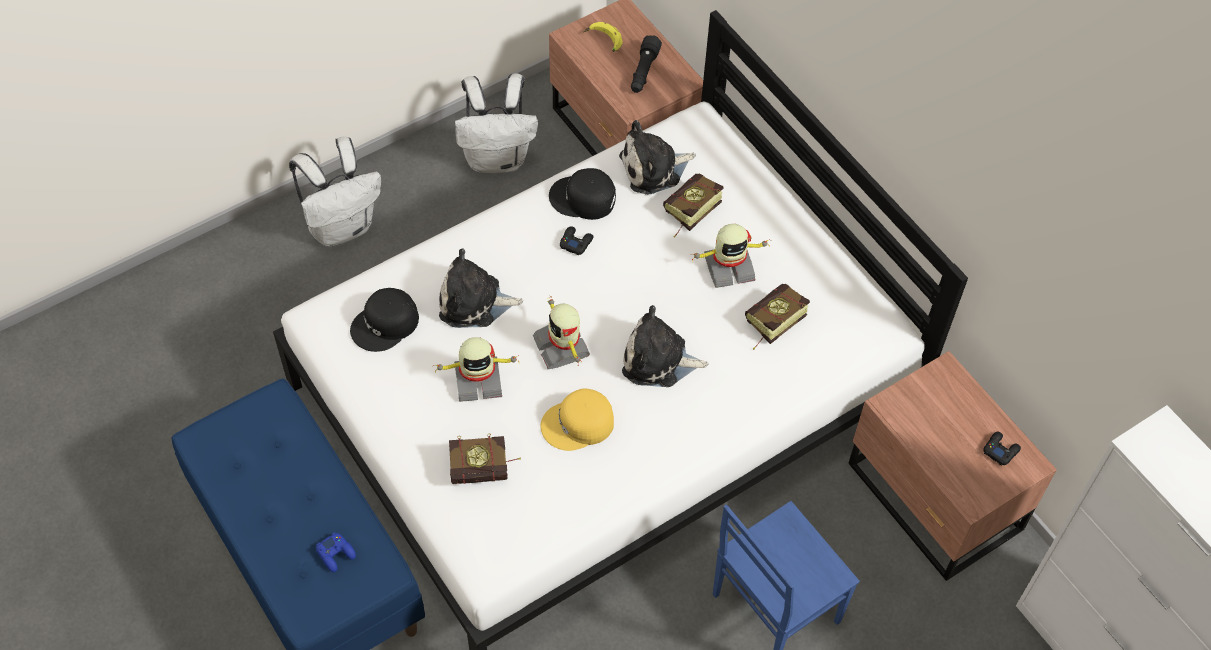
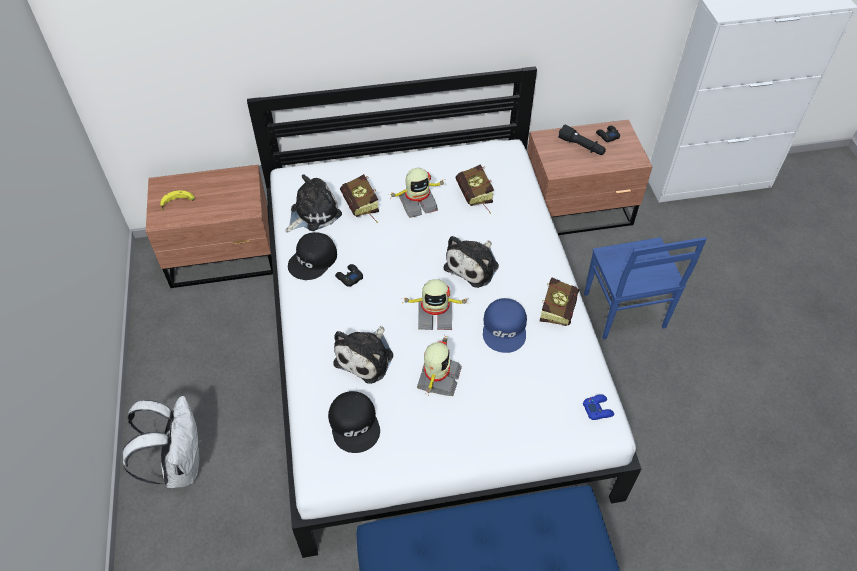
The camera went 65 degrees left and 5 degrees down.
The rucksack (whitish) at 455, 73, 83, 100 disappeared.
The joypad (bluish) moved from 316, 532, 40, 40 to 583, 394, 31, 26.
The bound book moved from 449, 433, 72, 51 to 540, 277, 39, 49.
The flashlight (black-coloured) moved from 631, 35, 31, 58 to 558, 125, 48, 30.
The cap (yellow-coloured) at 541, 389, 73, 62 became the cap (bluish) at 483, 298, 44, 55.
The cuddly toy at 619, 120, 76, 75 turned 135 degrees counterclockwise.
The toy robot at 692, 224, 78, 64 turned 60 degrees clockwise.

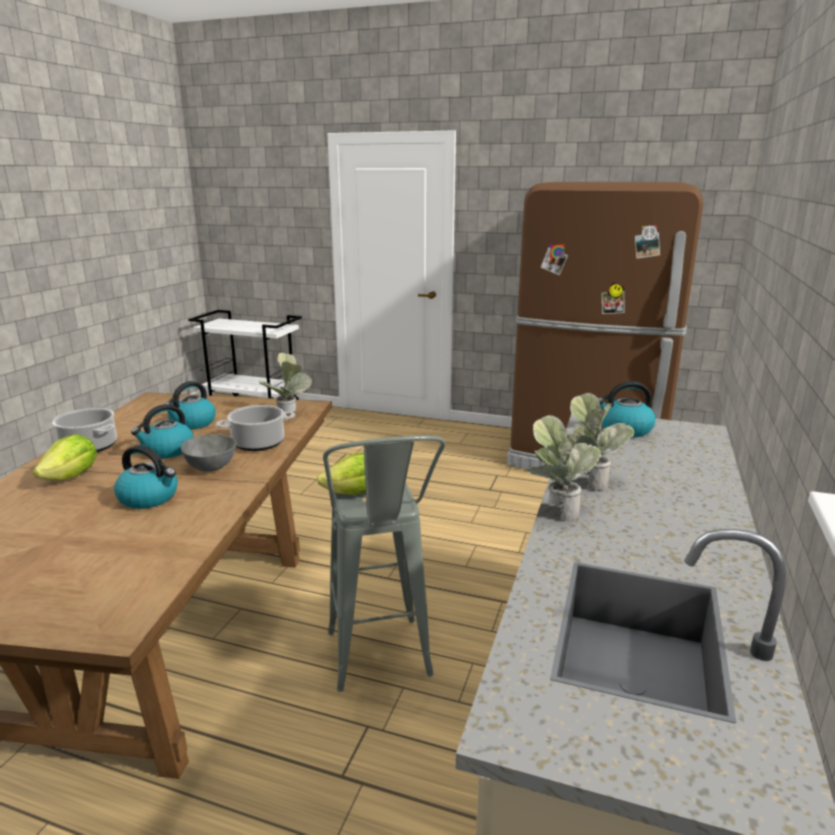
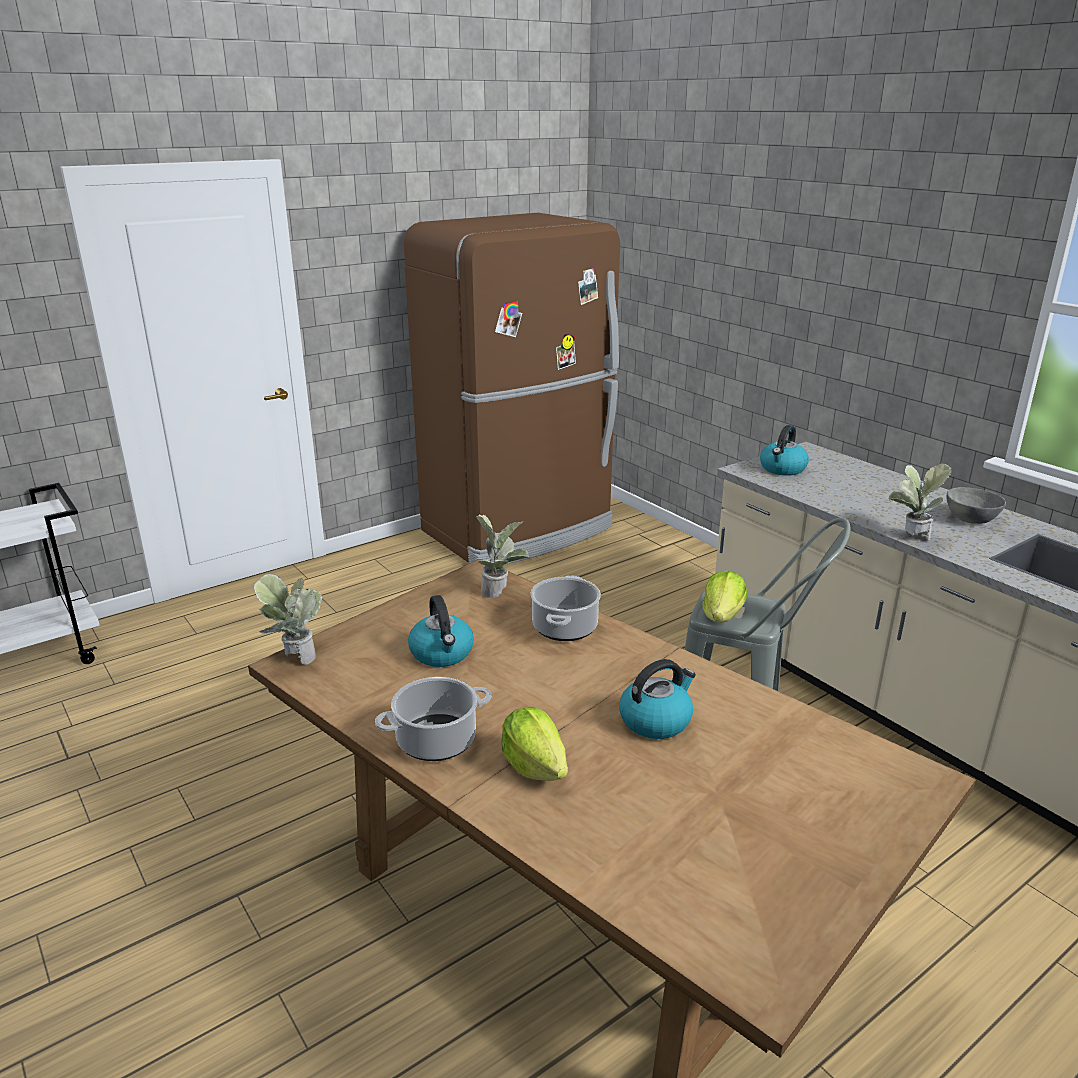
The camera went 55 degrees left and 5 degrees up.
The water kettle at 131, 404, 63, 54 disappeared.
The deep dish (gray) moved from 181, 434, 55, 38 to 947, 487, 59, 37.
The plant in a pot moved from 567, 393, 68, 97 to 254, 574, 68, 91.

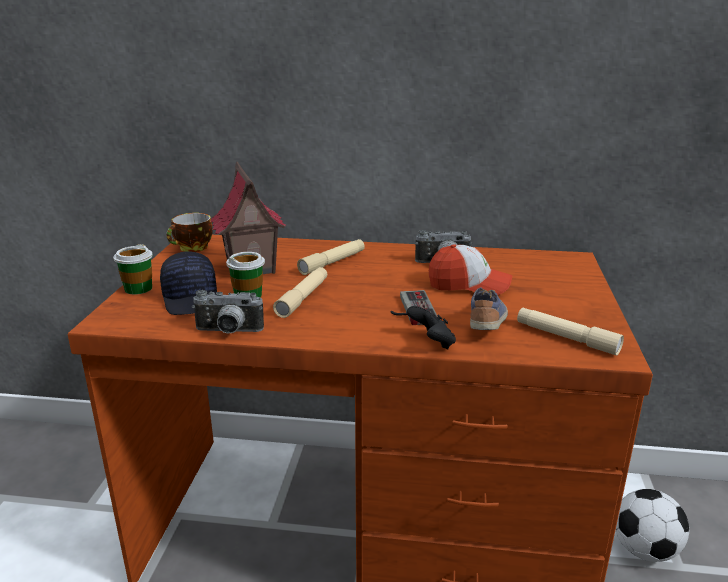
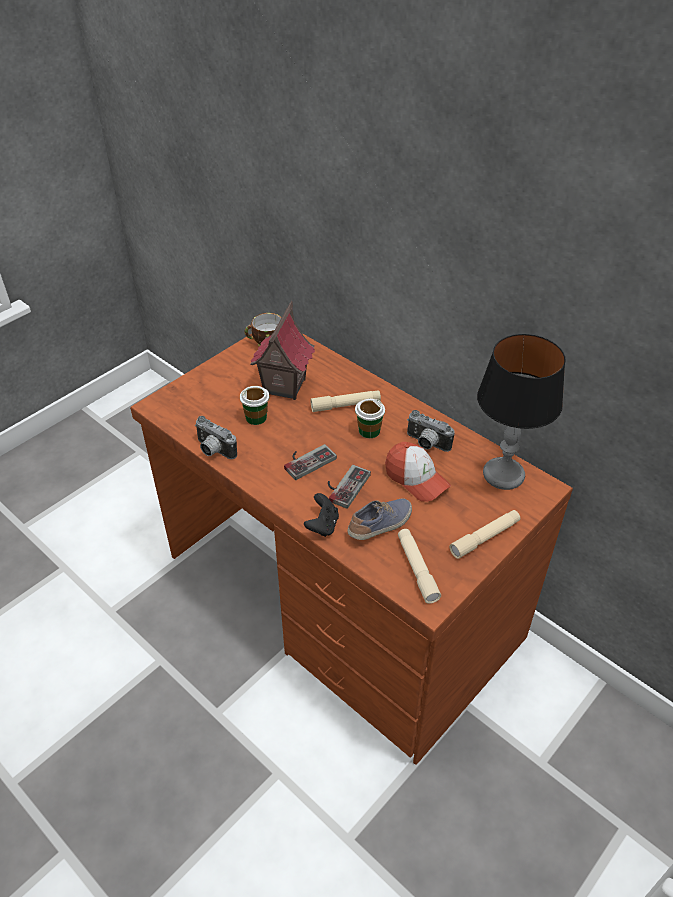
The camera went 35 degrees right and 20 degrees up.
The cap (black-coloured) at 160, 251, 57, 64 disappeared.
The football at 616, 489, 73, 73 disappeared.
The joypad at 284, 444, 53, 36 appeared.
The lamp for a table at 477, 334, 89, 156 appeared.
The drinking cup moved from 113, 244, 40, 50 to 355, 399, 30, 39.
The flashlight (beige) moved from 273, 267, 54, 51 to 450, 510, 70, 49.

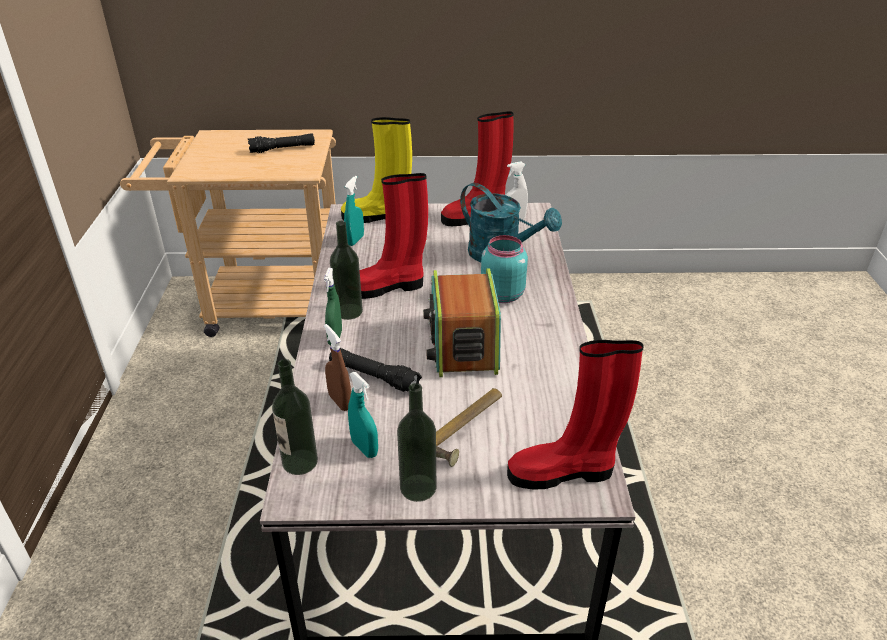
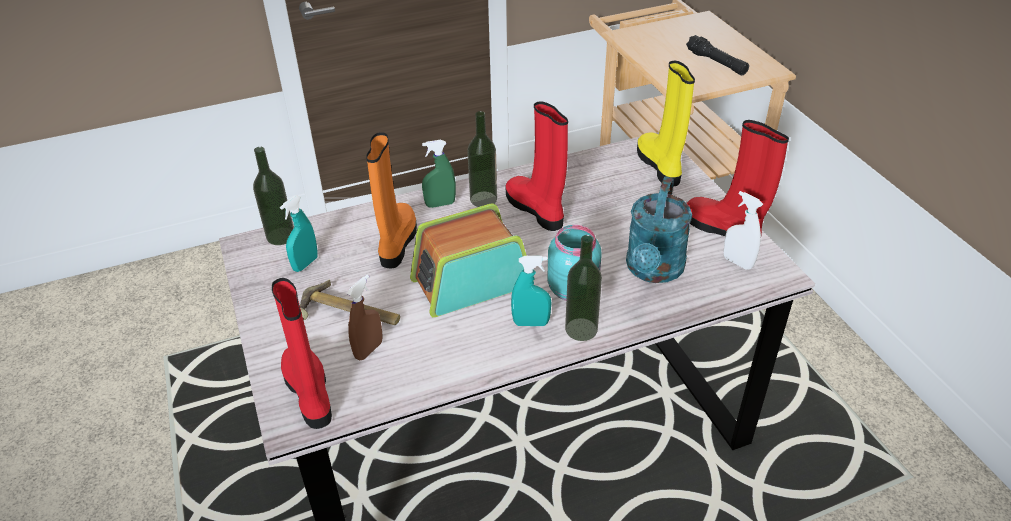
The camera went 70 degrees right and 5 degrees up.
The sprayer (brownish) moved from 324, 324, 27, 87 to 347, 275, 36, 85.
The sprayer (turquoise) moved from 344, 176, 20, 70 to 511, 256, 40, 70.
The bottle moved from 397, 383, 39, 119 to 565, 235, 37, 106.
The flashlight (black-coloured) at 329, 348, 93, 44 was replaced by the tall boot (orange-coloured) at 366, 132, 51, 136.

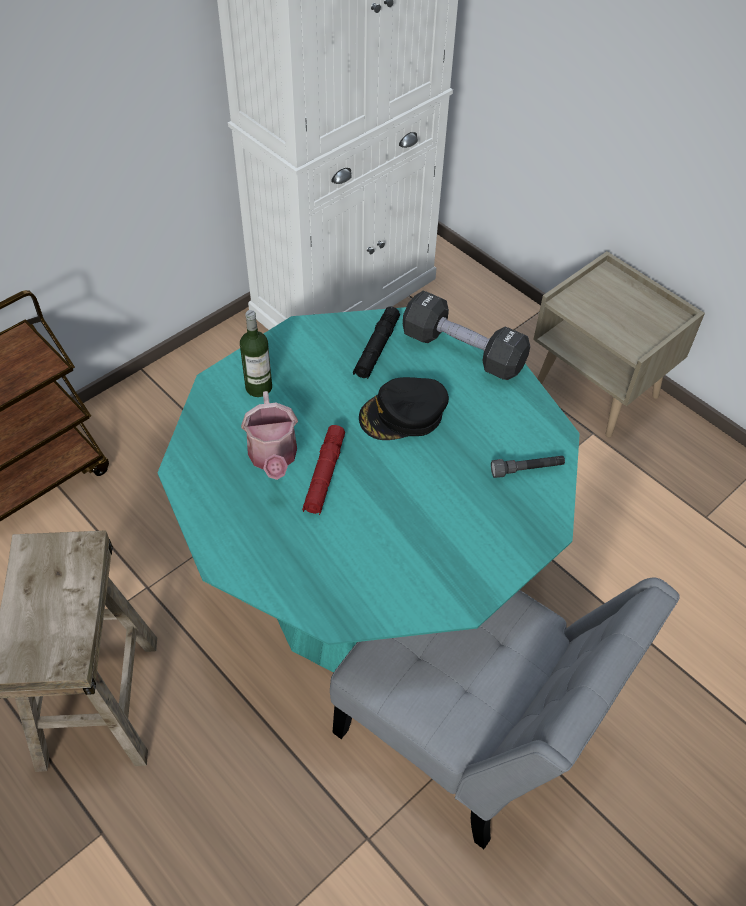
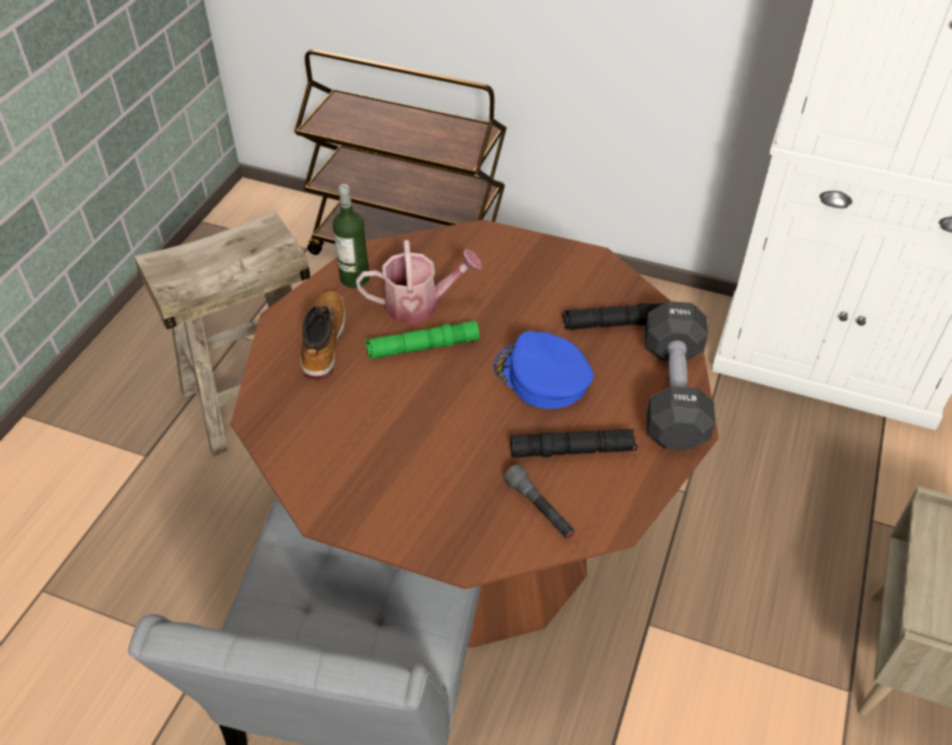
The camera went 65 degrees right and 5 degrees down.
The tall boot at 301, 291, 44, 88 appeared.
The flashlight (black-coloured) at 510, 429, 127, 29 appeared.
The bottle moved from 240, 310, 32, 87 to 333, 184, 37, 104.
The kitchen table (turquoise) at 157, 307, 423, 366 became the kitchen table (brownish) at 231, 220, 488, 428.
The flashlight (reddish) at 302, 425, 43, 90 became the flashlight (green) at 365, 321, 115, 38.
The cap (black-coloured) at 359, 377, 90, 63 became the cap (bluish) at 493, 331, 101, 78.
The sprinkling can at 241, 391, 57, 89 turned 150 degrees counterclockwise.

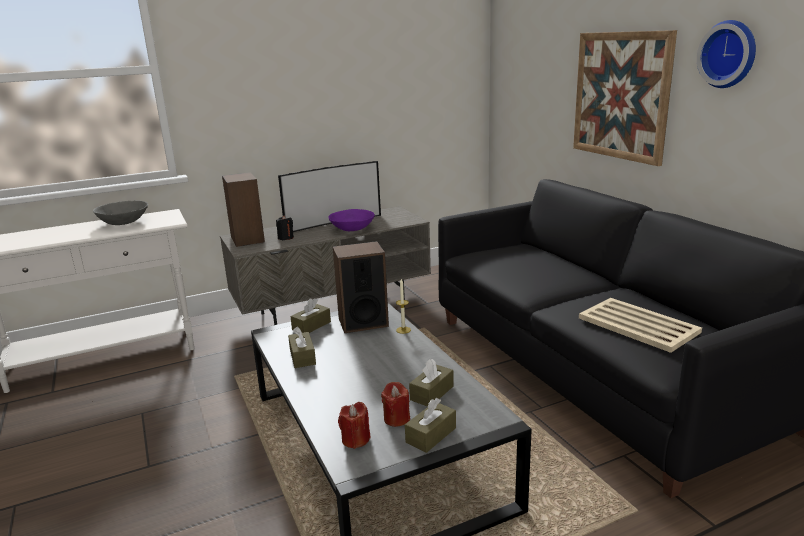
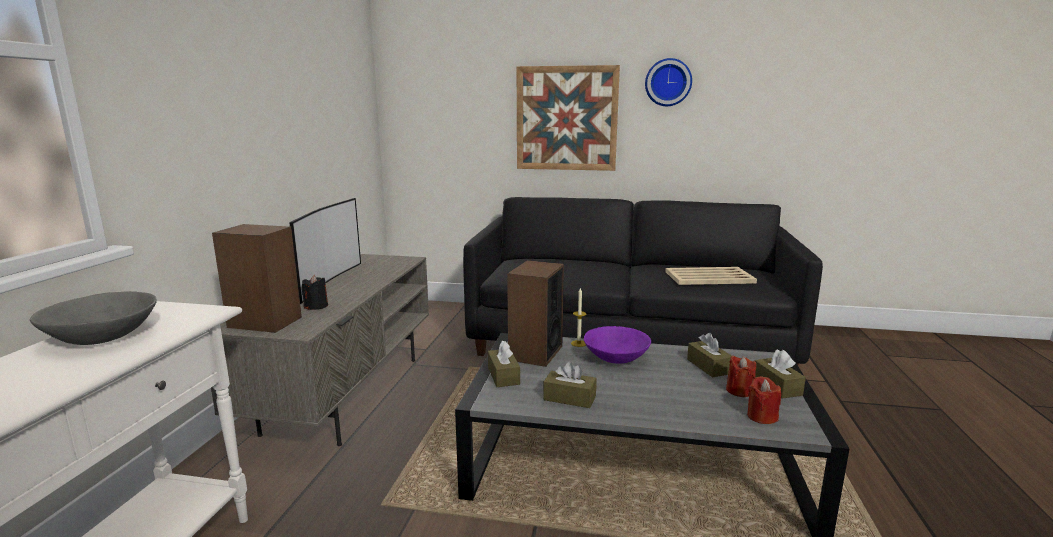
The camera went 55 degrees left and 5 degrees down.
The deep dish (purple-coloured) moved from 328, 209, 47, 22 to 584, 326, 67, 37.

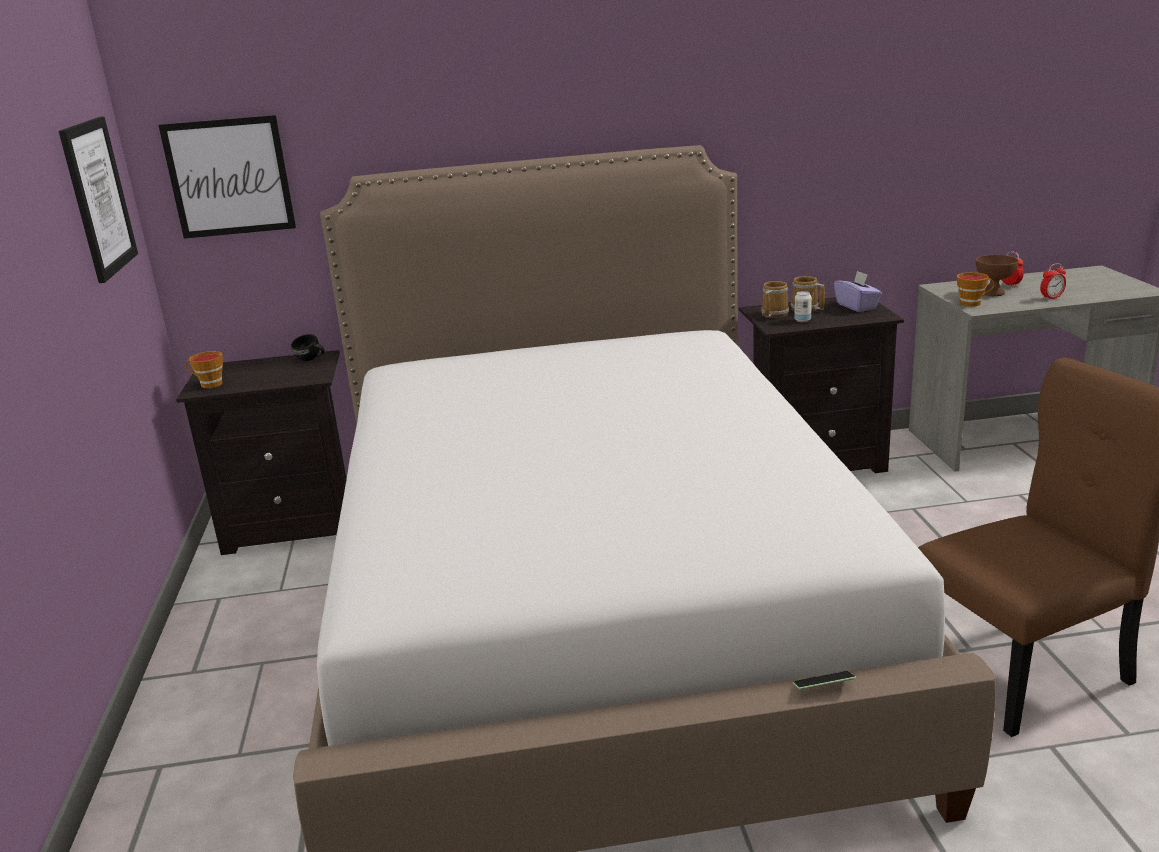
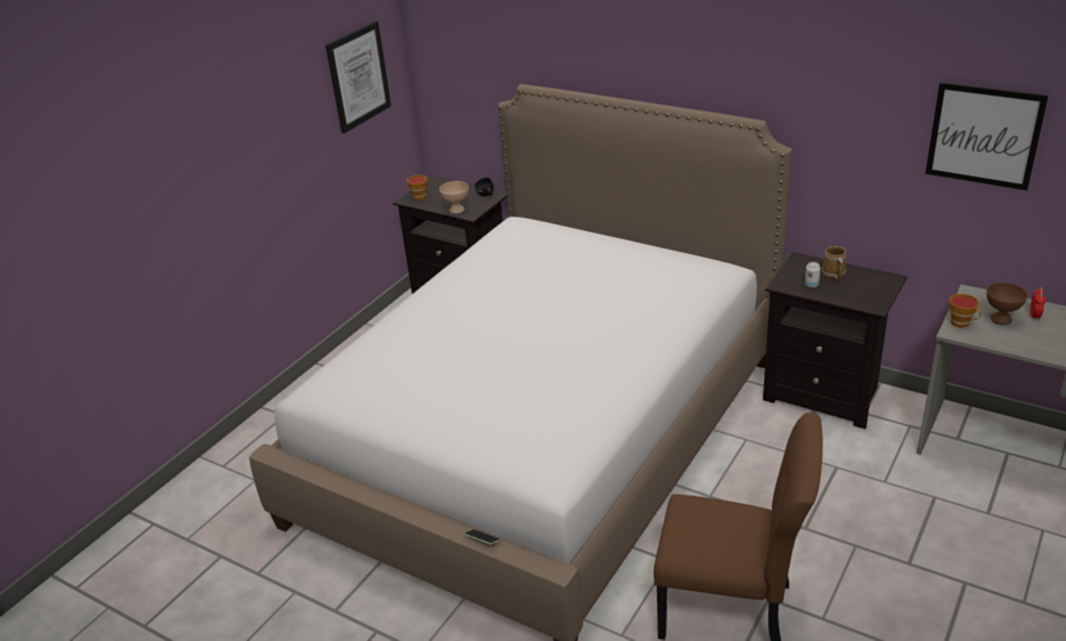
The camera went 40 degrees right and 10 degrees up.
The tea mug at 761, 281, 28, 37 disappeared.
The box of tissues (purple-coloured) at 834, 270, 48, 42 disappeared.
The alarm clock at 1040, 263, 26, 37 disappeared.
The deep dish (beige) at 439, 181, 30, 33 appeared.
The wall art moved from 158, 115, 138, 124 to 925, 82, 123, 109.

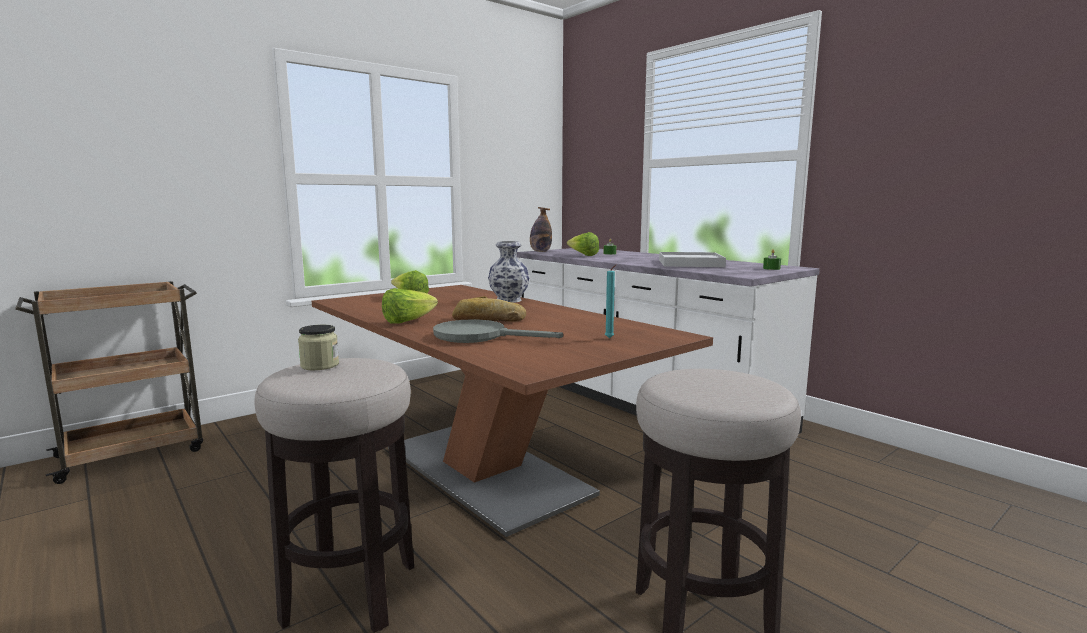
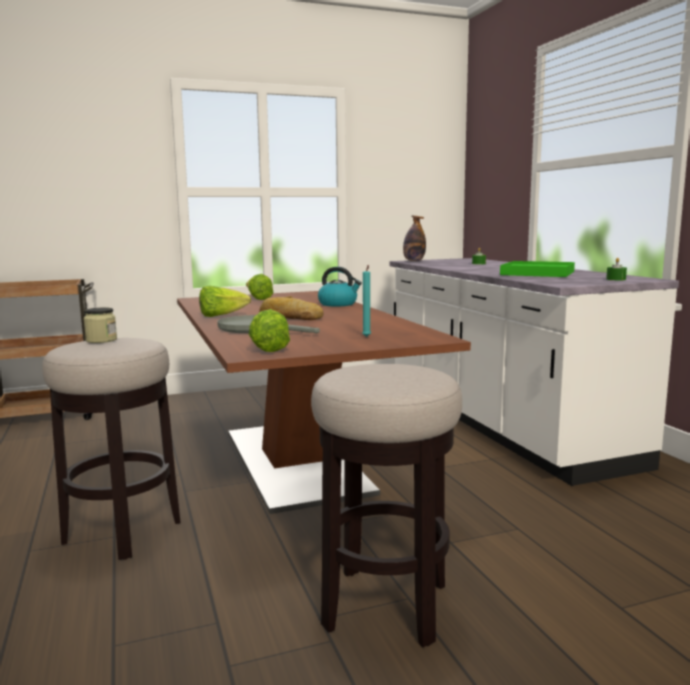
The camera went 20 degrees right and 0 degrees up.
The lettuce head moved from 567, 232, 32, 24 to 249, 309, 41, 43.
The flower vase at 488, 241, 41, 62 was replaced by the water kettle at 318, 267, 44, 40.
The carrying tray (whitish) at 659, 252, 67, 15 became the carrying tray (green) at 500, 261, 75, 16.

